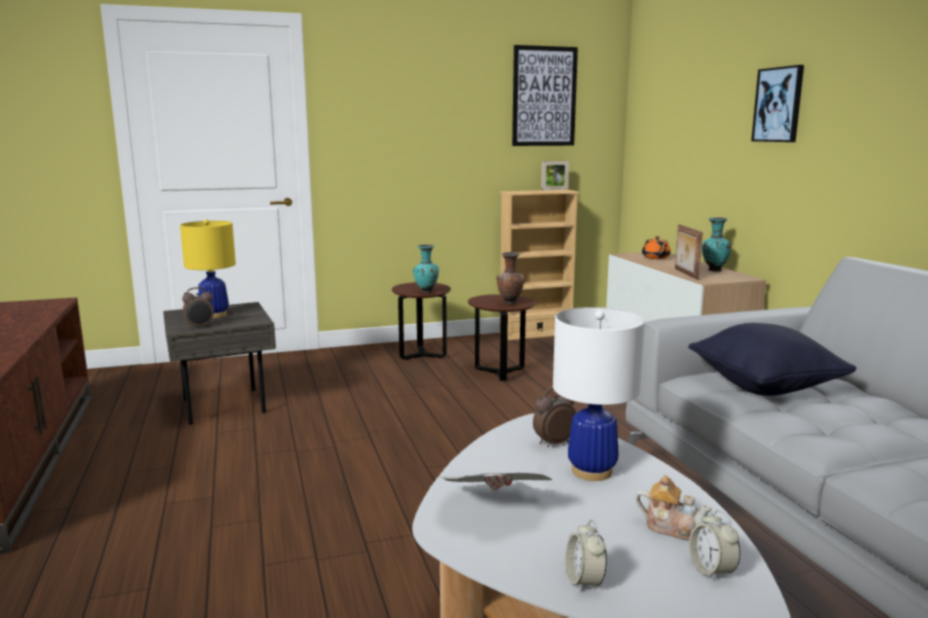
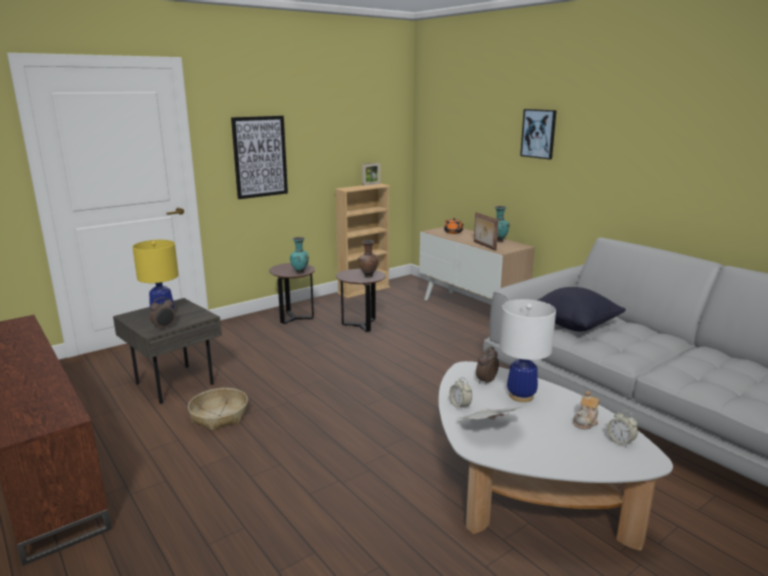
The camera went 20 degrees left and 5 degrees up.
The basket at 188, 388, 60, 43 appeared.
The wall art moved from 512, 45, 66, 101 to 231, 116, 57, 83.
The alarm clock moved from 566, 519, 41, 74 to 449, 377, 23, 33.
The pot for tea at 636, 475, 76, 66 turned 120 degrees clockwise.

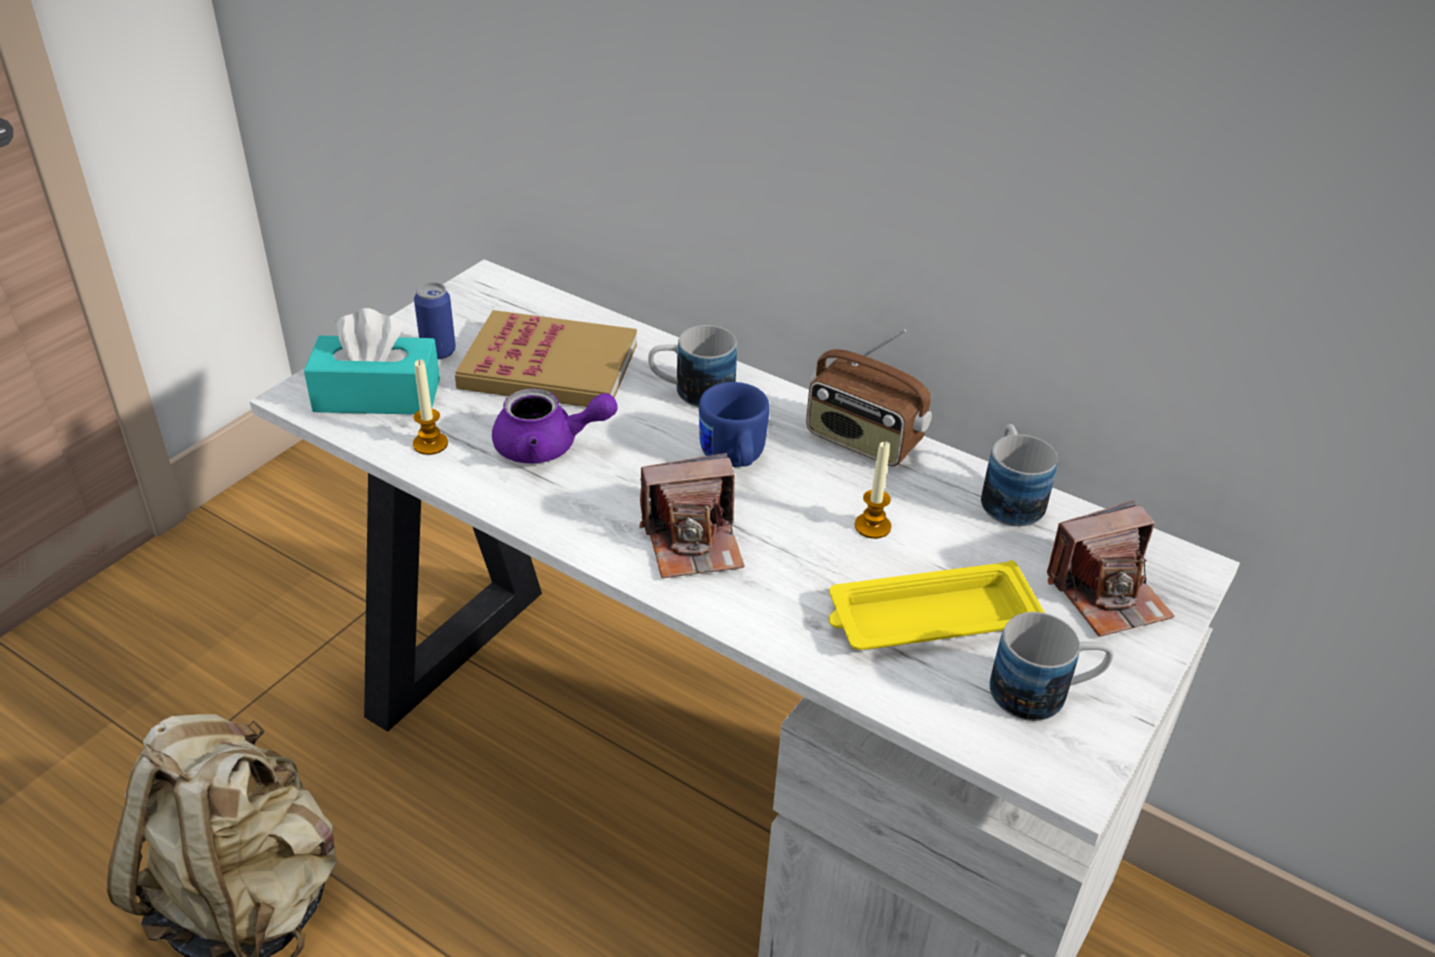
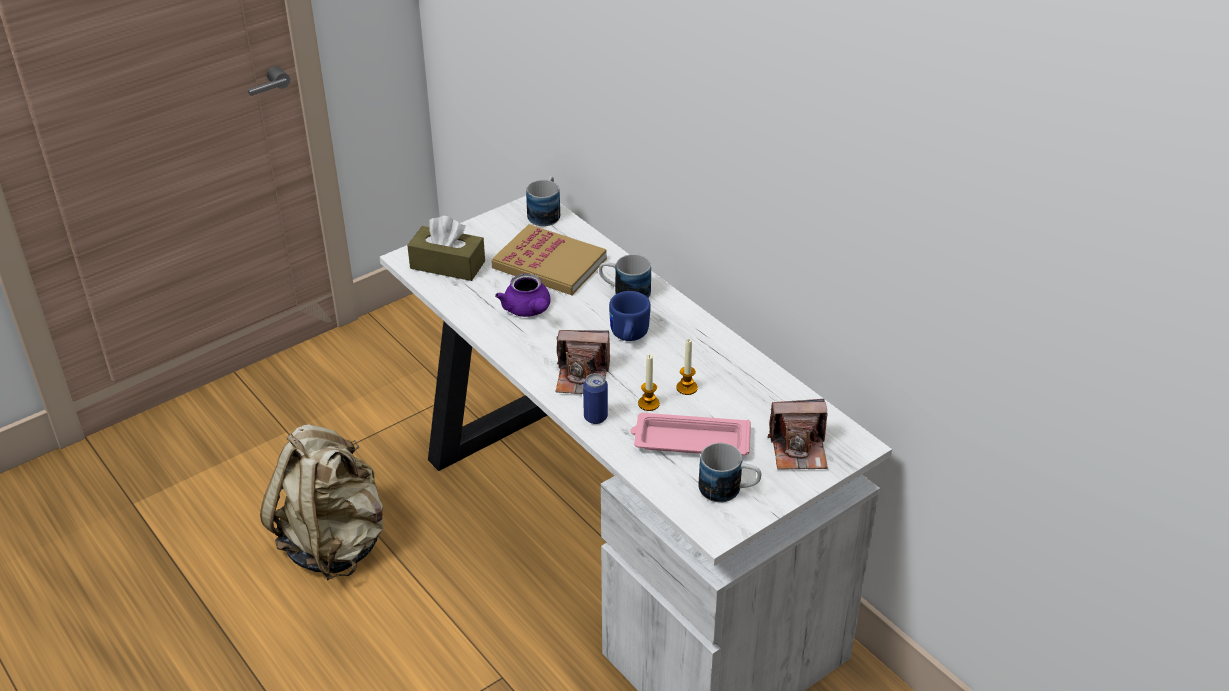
The camera went 20 degrees right and 0 degrees up.
The radio set at 806, 329, 126, 138 disappeared.
The wax light moved from 413, 359, 35, 96 to 638, 354, 22, 57.
The sealed can moved from 414, 282, 42, 77 to 583, 373, 25, 51.
The tea mug moved from 981, 424, 77, 102 to 526, 176, 34, 50.
The box of tissues (turquoise) at 304, 308, 136, 107 became the box of tissues (brownish) at 407, 216, 78, 65.
The carrying tray (yellow-coloured) at 829, 560, 216, 90 became the carrying tray (pink) at 630, 413, 121, 42.
The pot for tea (purple-coloured) at 492, 389, 126, 74 turned 45 degrees clockwise.

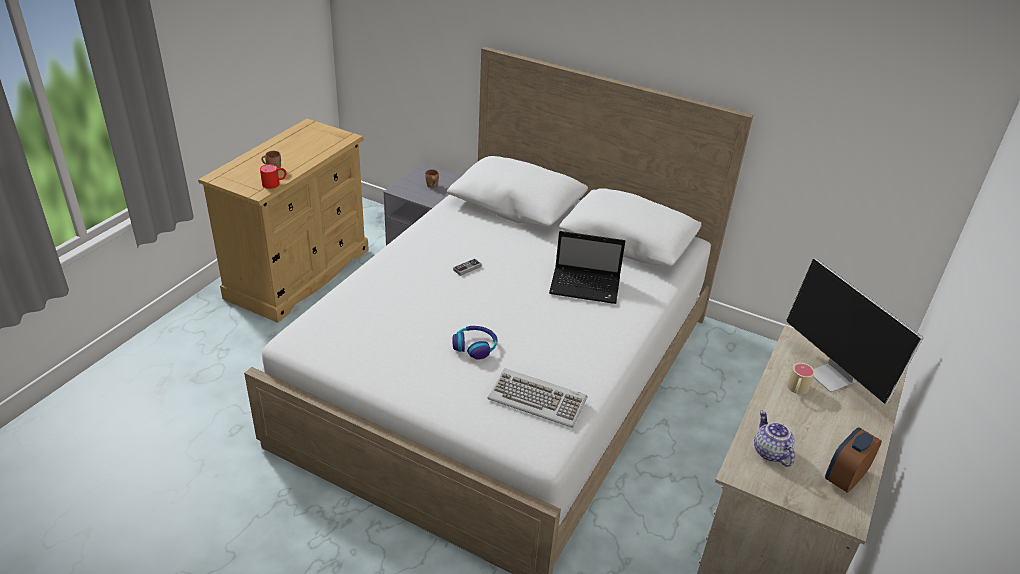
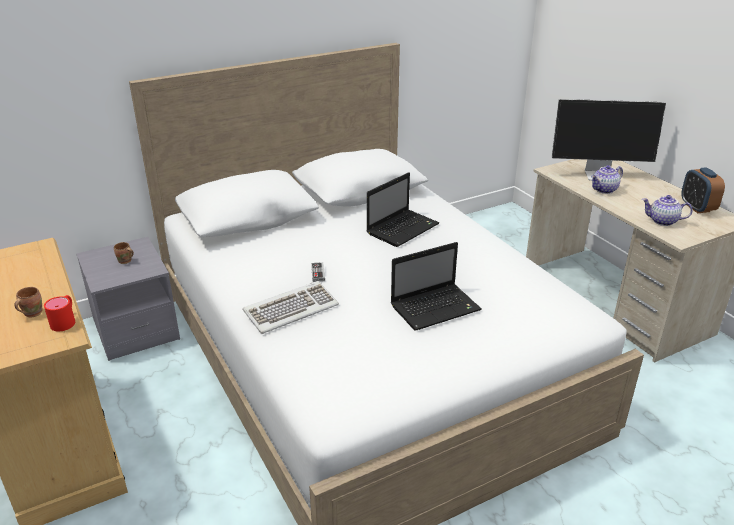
The camera went 55 degrees left and 5 degrees down.
The PC keyboard moved from 488, 368, 99, 60 to 243, 281, 96, 53.
The headphones at 452, 326, 46, 34 was replaced by the laptop at 391, 242, 91, 89.
The tea mug (beige) at 787, 363, 28, 31 was replaced by the pot for tea at 591, 165, 32, 29.

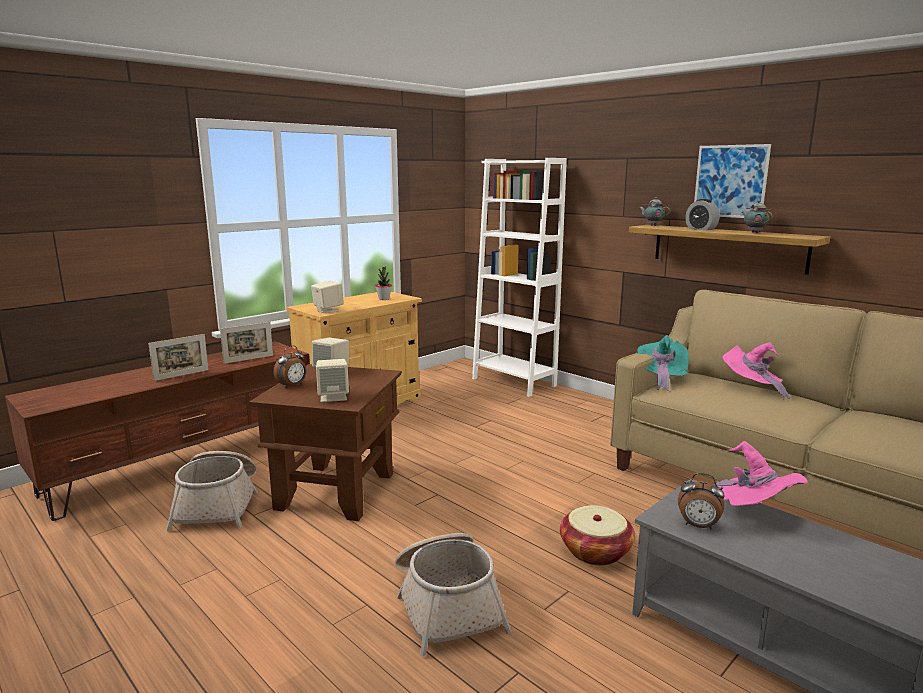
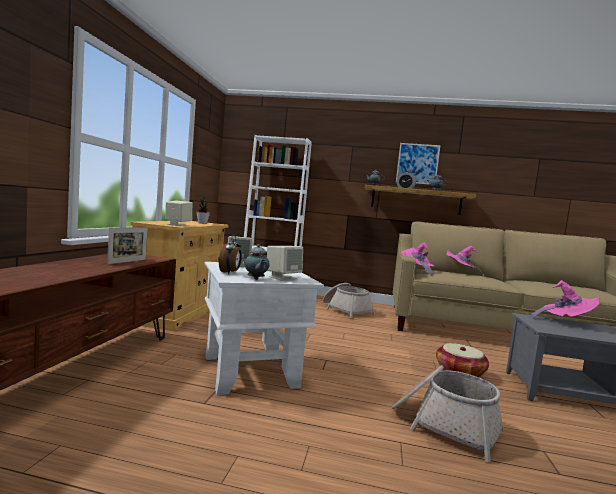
The camera went 35 degrees left and 10 degrees down.
The picture frame at 148, 334, 61, 47 disappeared.
The alarm clock at 678, 473, 47, 56 disappeared.
The pot for tea at 244, 244, 26, 36 appeared.
The basket moved from 166, 451, 92, 80 to 323, 283, 52, 35.
The accent table (brownish) at 249, 364, 153, 157 became the accent table (whitish) at 205, 262, 119, 133.
The wearable hat (turquoise) at 637, 335, 52, 56 became the wearable hat (pink) at 401, 242, 33, 33.

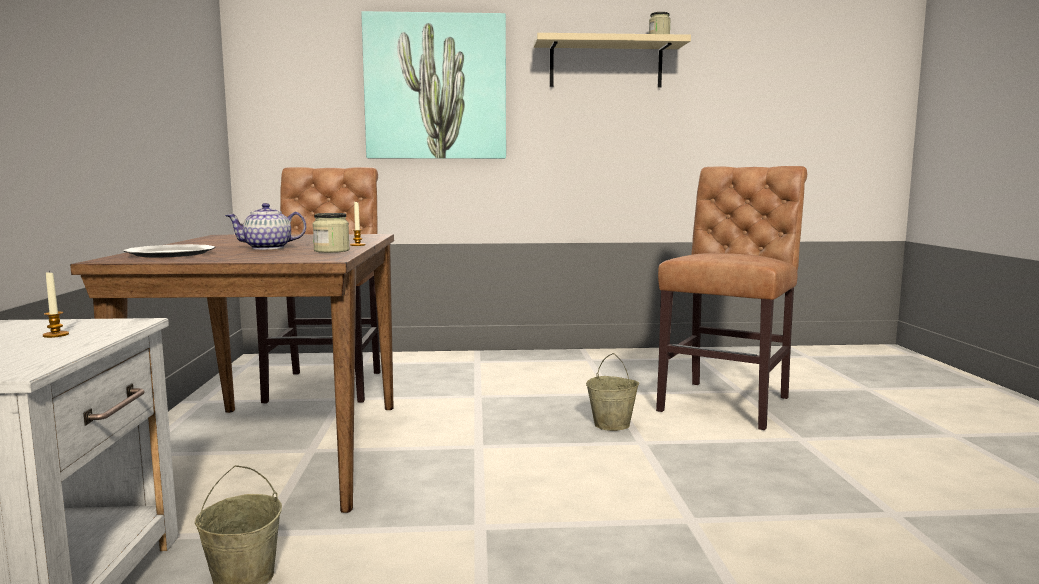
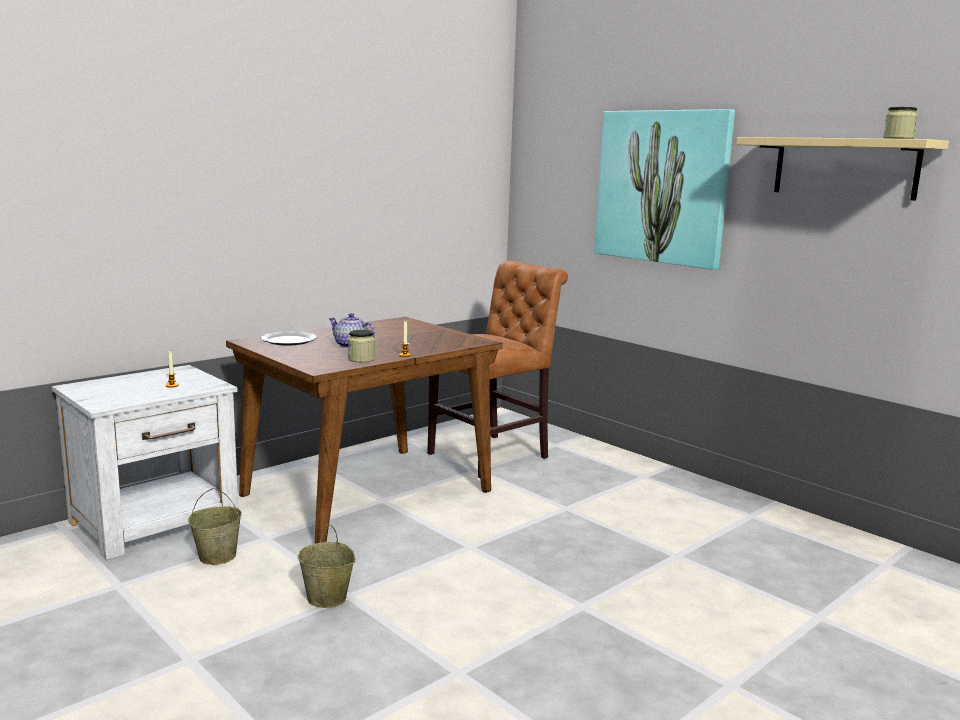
The camera went 50 degrees right and 5 degrees up.
The plain chair (brownish) at 656, 166, 151, 265 disappeared.
The bucket (beige) moved from 586, 353, 53, 78 to 297, 524, 58, 84.

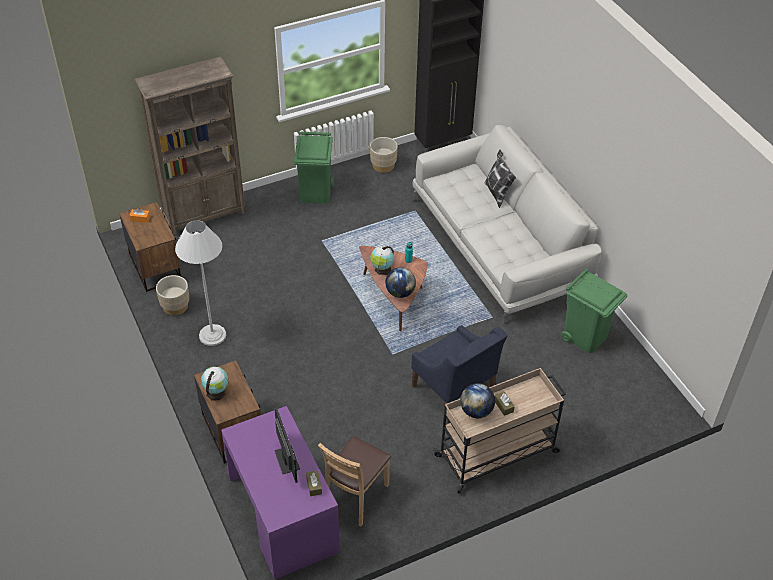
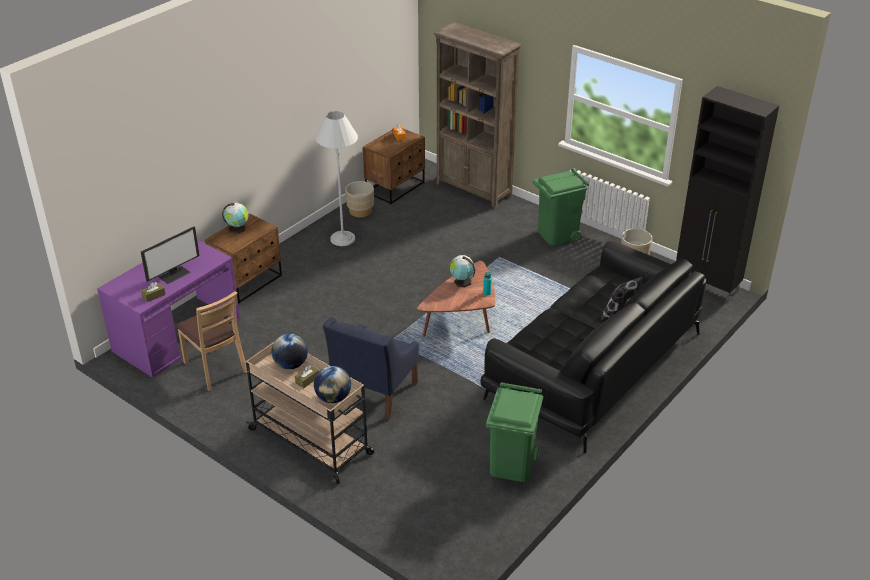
The camera went 65 degrees right and 10 degrees down.
The globe moved from 385, 267, 31, 31 to 314, 366, 37, 37.
The sofa (whitish) at 411, 125, 191, 199 became the sofa (black-coloured) at 480, 241, 226, 212.
The plain chair (brownish) at 318, 436, 73, 91 turned 135 degrees counterclockwise.

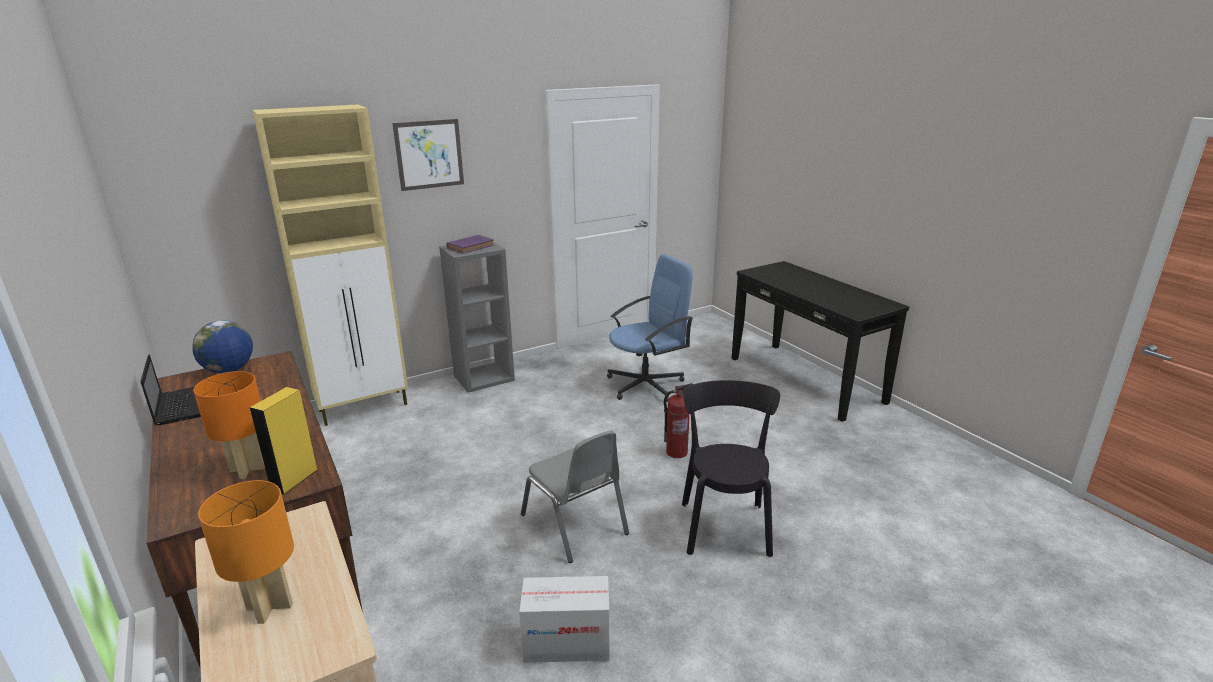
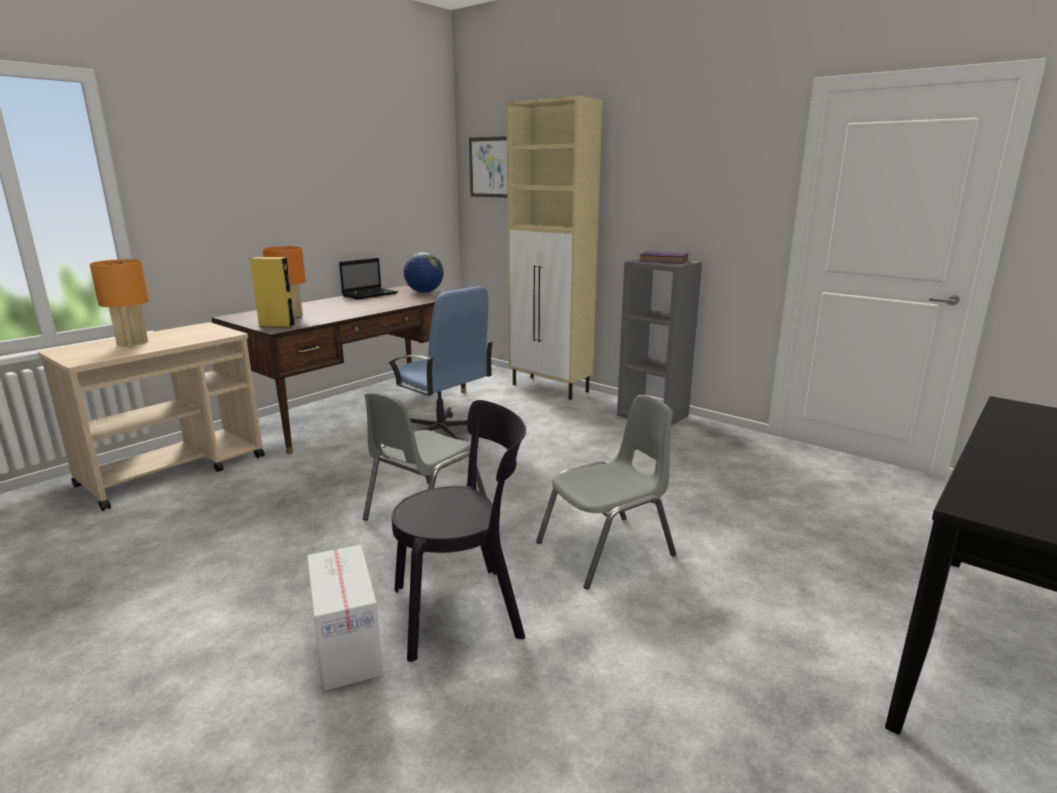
The camera went 70 degrees right and 5 degrees down.
The wall art moved from 392, 119, 72, 72 to 469, 136, 38, 62.
The carton moved from 519, 576, 91, 87 to 307, 545, 76, 146.
The office chair (bluish) moved from 607, 254, 86, 148 to 388, 286, 105, 154.
The fire extinguisher at 664, 383, 29, 75 was replaced by the plain chair (gray) at 536, 395, 140, 195.

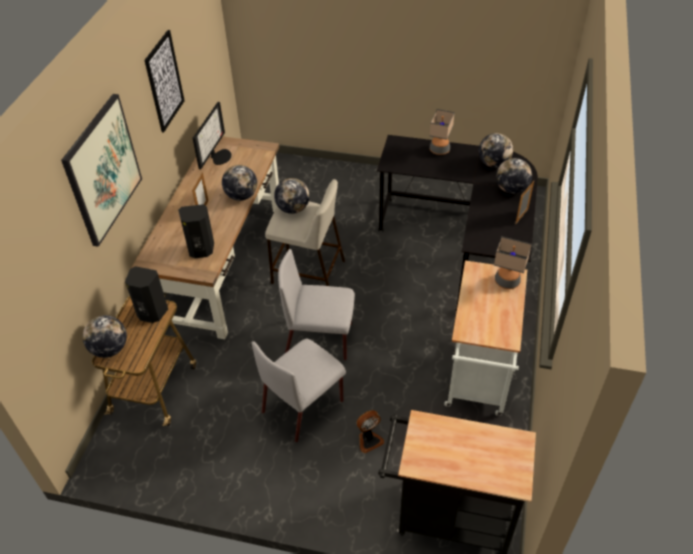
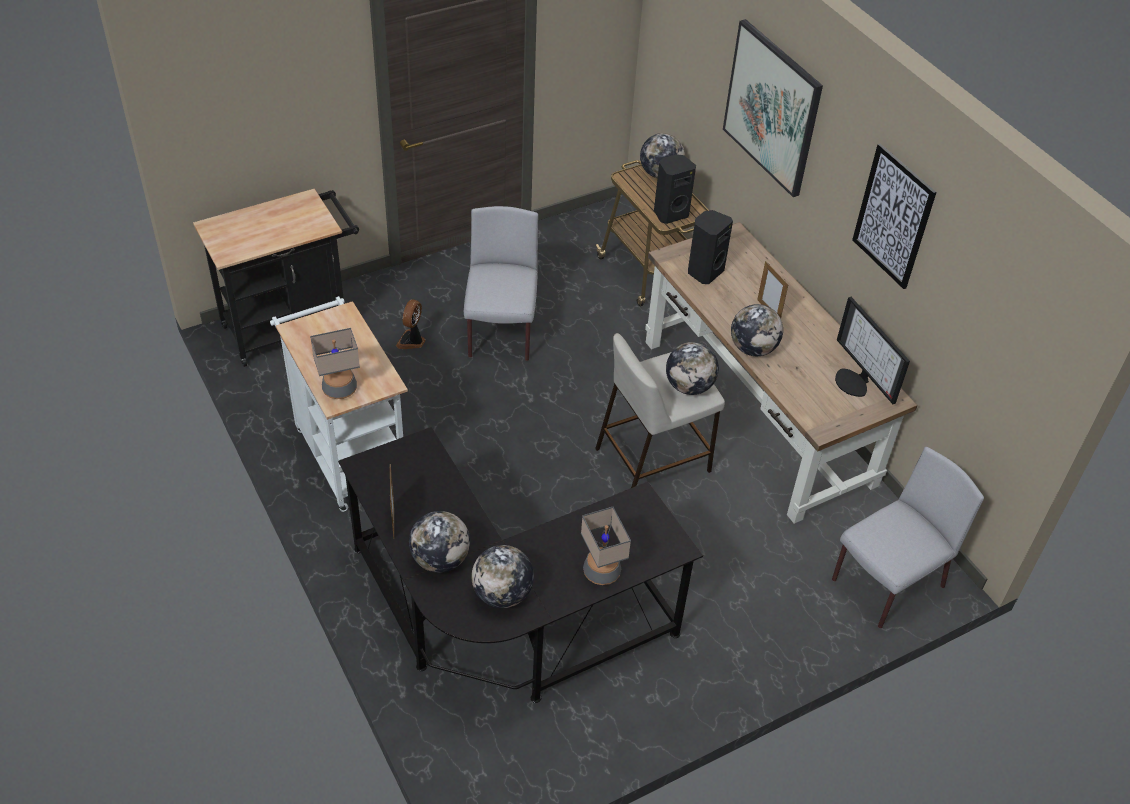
The camera went 135 degrees right and 0 degrees up.
The plain chair (gray) moved from 278, 249, 77, 111 to 832, 447, 152, 181.

